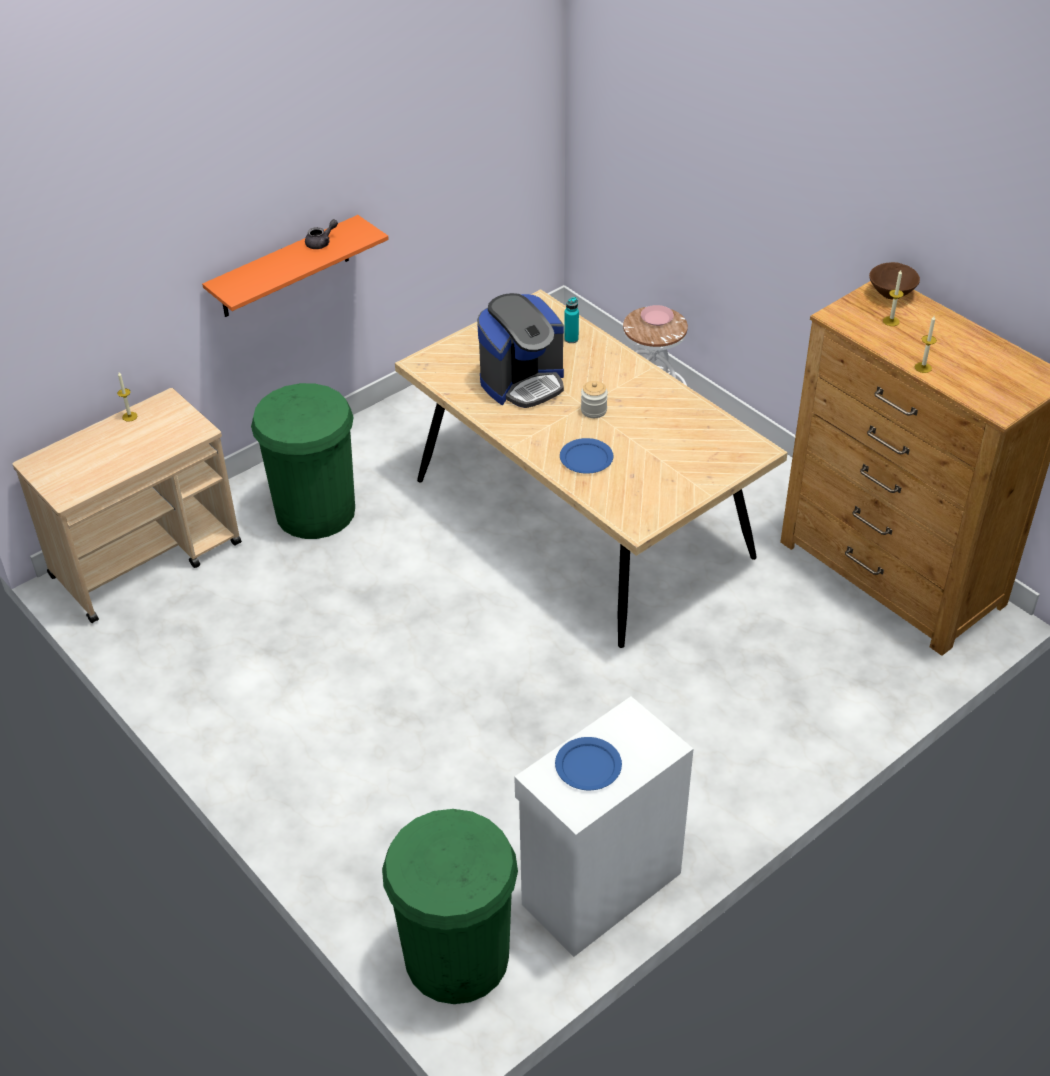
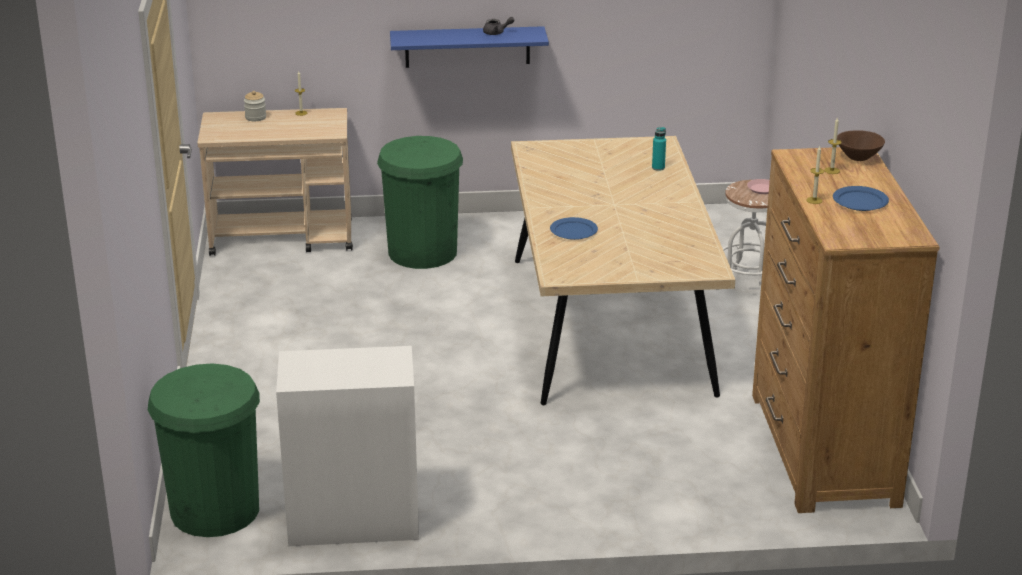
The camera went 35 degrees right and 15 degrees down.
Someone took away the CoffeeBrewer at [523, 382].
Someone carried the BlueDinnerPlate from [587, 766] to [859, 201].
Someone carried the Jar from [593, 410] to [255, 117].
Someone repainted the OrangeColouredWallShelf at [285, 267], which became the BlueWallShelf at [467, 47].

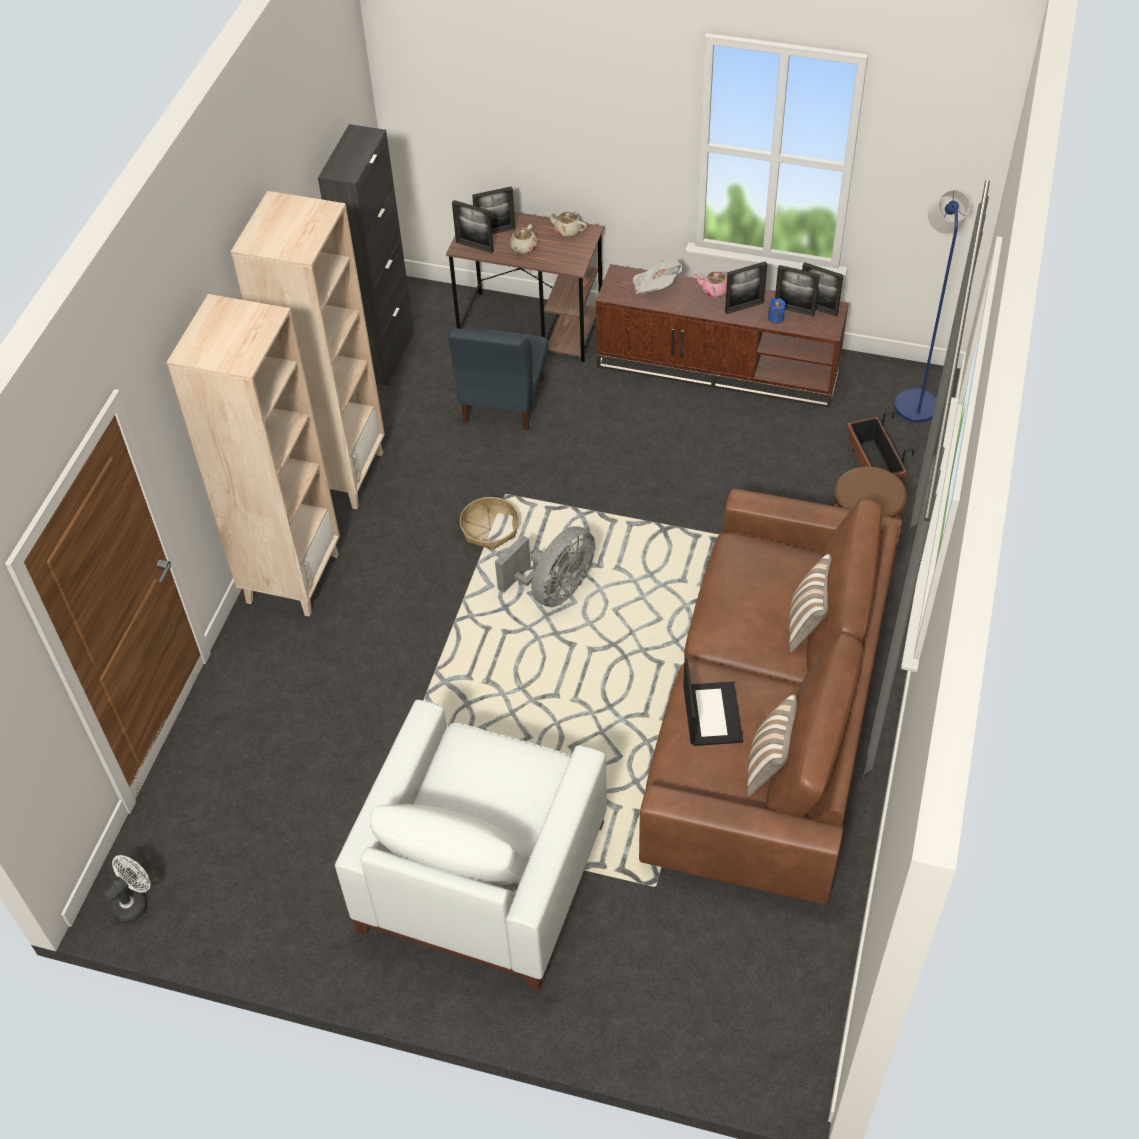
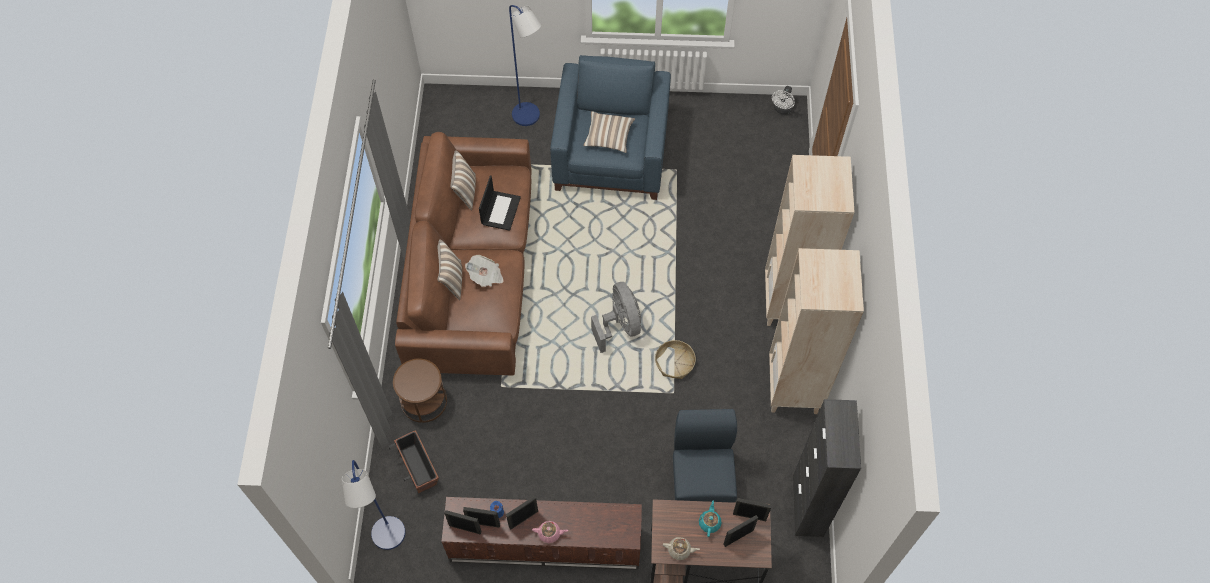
The camera went 165 degrees right and 10 degrees up.
Someone put down the BlueFloorLamp at [529, 118].
Someone put down the ThrowPillow at [609, 137].
Someone carried the PrintedPaper from [655, 286] to [486, 276].
Someone repainted the WhiteEasyChair at [482, 872], which became the BlueEasyChair at [611, 155].
Someone repainted the BeigeColouredTeapot at [523, 248], which became the TurquoiseColouredTeapot at [709, 522].
Someone rotated the GreyElectricFan at [554, 590] by 135 degrees clockwise.
Someone rotated the PortableComputer at [711, 713] by 150 degrees counterclockwise.

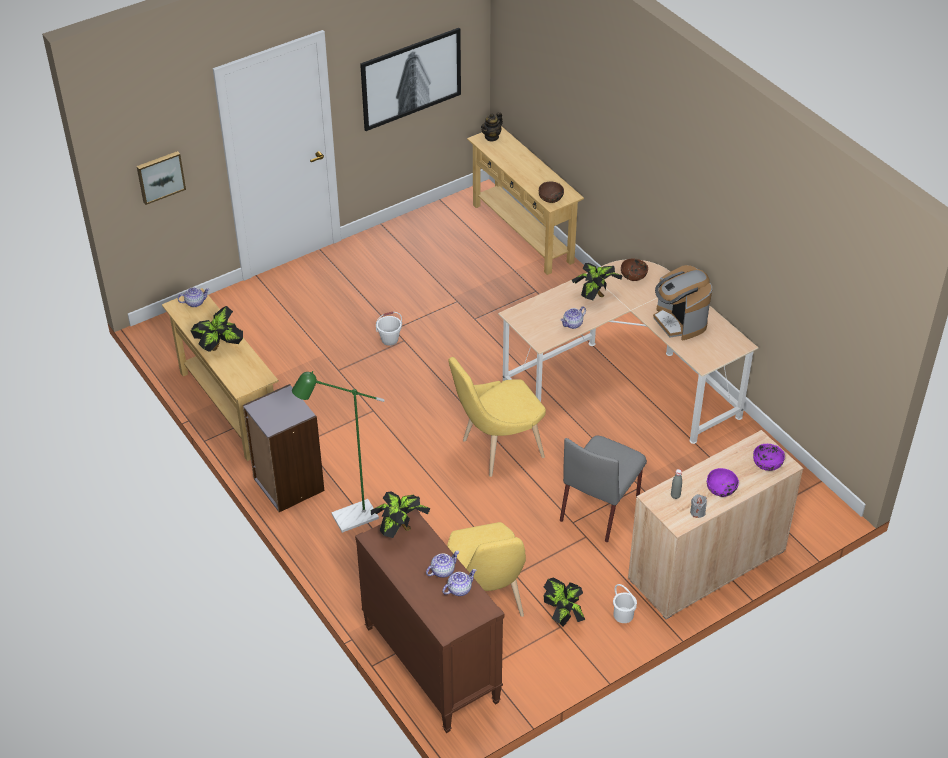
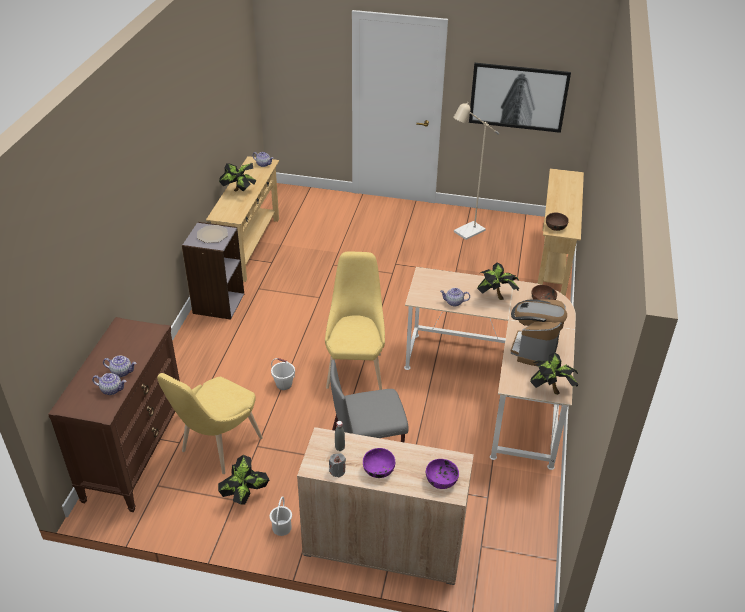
The camera went 45 degrees right and 5 degrees down.
Someone took away the WallPicture at [160, 176].
Someone took away the GreenColouredFloorLamp at [347, 519].
Someone took away the Teapot at [491, 137].
Someone put down the DinnerPlate at [212, 234].
Someone put down the BeigeColouredFloorLamp at [465, 233].
Someone carried the PlantInAPot from [400, 529] to [550, 390].
Someone carried the WhiteWaterBucket from [389, 340] to [283, 384].
Someone rotated the YellowColouredUprightChair at [497, 450] by 75 degrees clockwise.

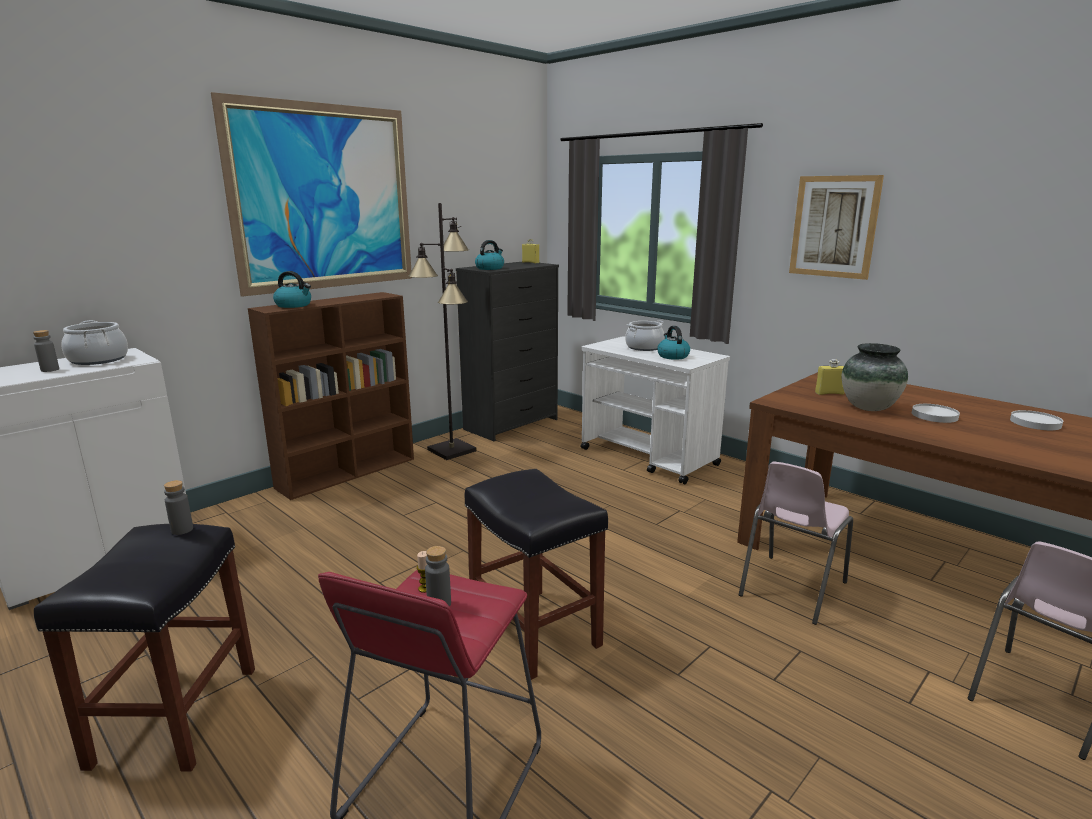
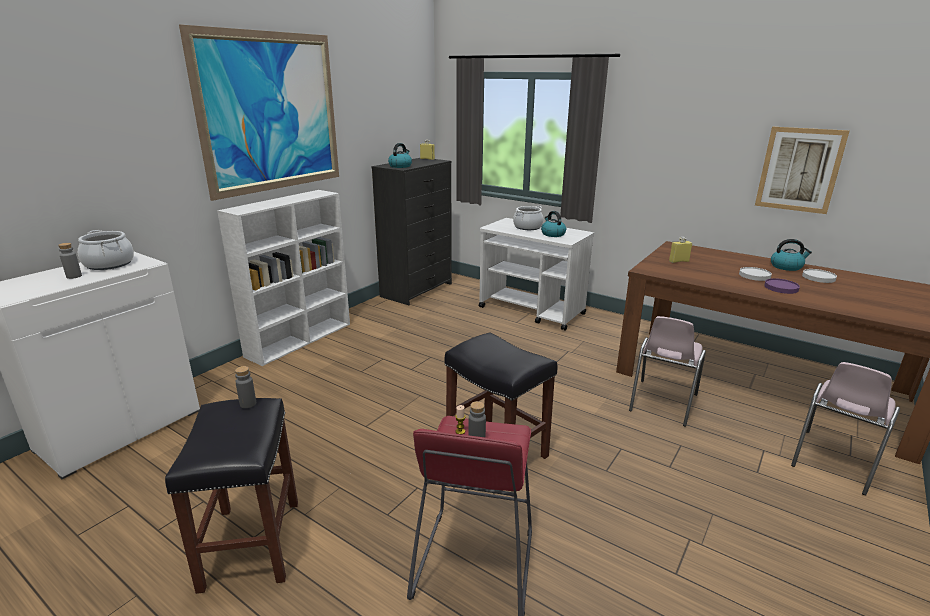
The camera went 10 degrees left and 5 degrees up.
Someone took away the BlackFloorLamp at [452, 450].
Someone took away the DecorativeVase at [868, 408].
Someone put down the PurpleColouredDinnerPlate at [781, 288].
Someone carried the Kettle from [294, 305] to [786, 267].
Someone carried the WallPicture from [834, 227] to [799, 170].
Someone repainted the BrownBookcase at [348, 472], which became the WhiteBookcase at [300, 339].

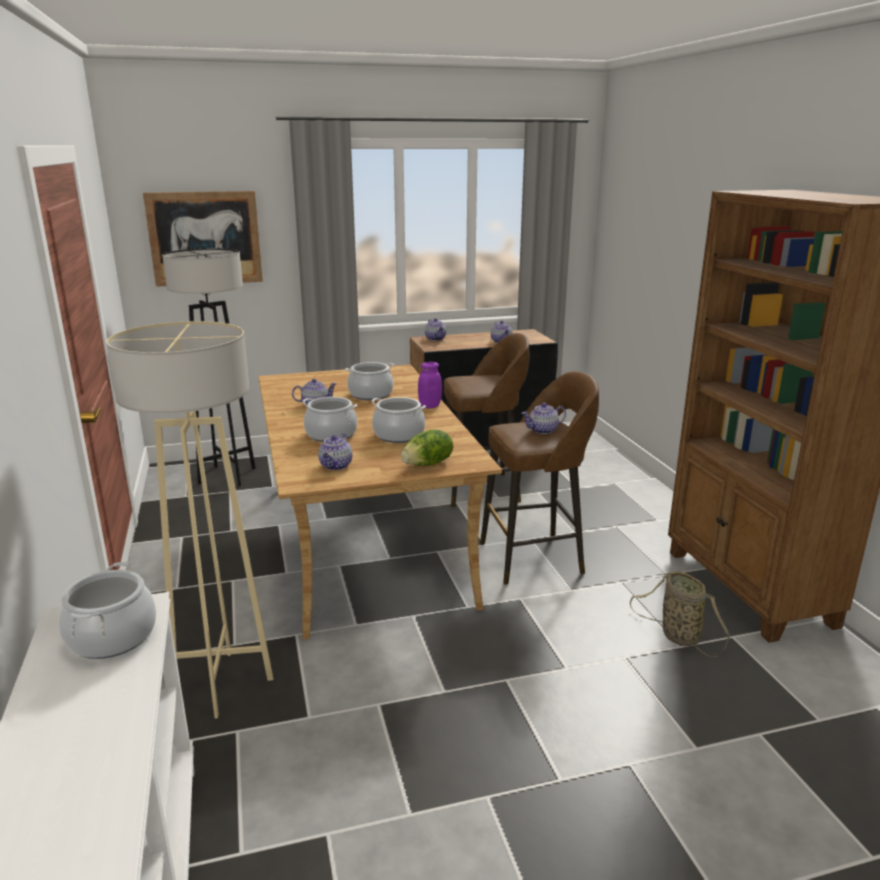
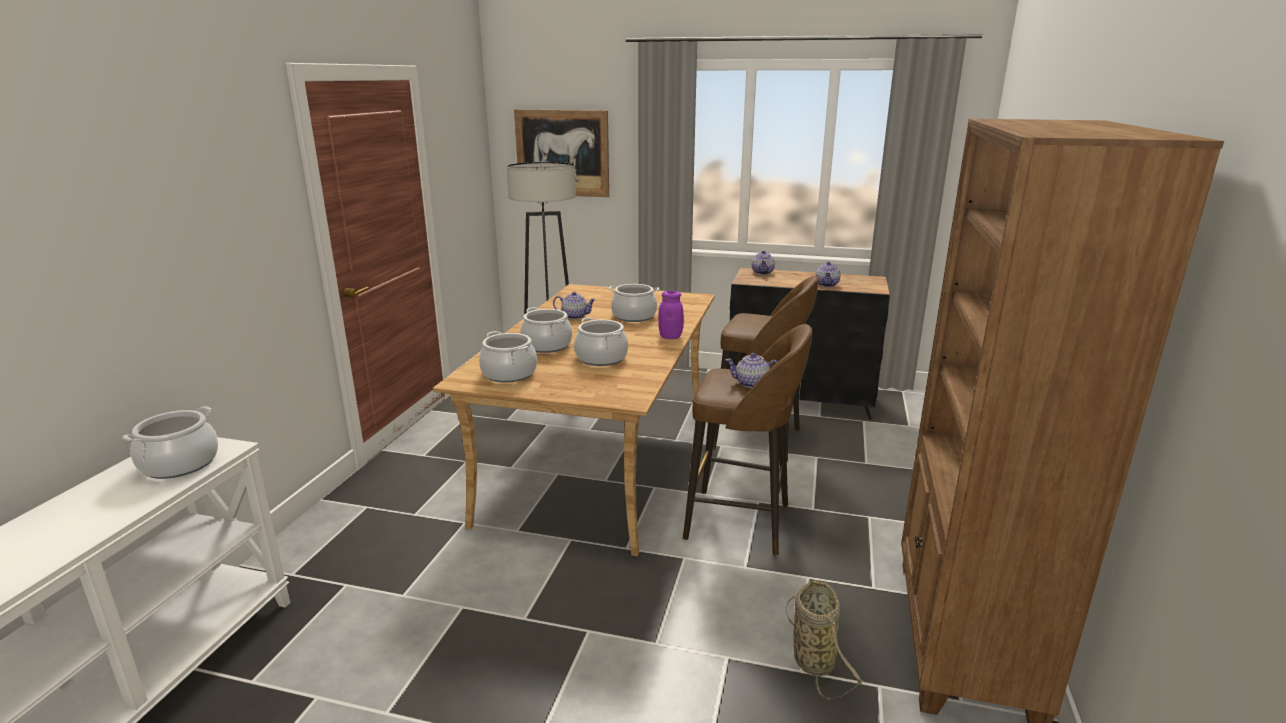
The camera went 30 degrees right and 0 degrees up.
Someone took away the BeigeColouredFloorLamp at [223, 683].
Someone took away the LettuceHead at [428, 464].
Someone swapped the Teapot at [336, 466] for the Stockpot at [509, 374].

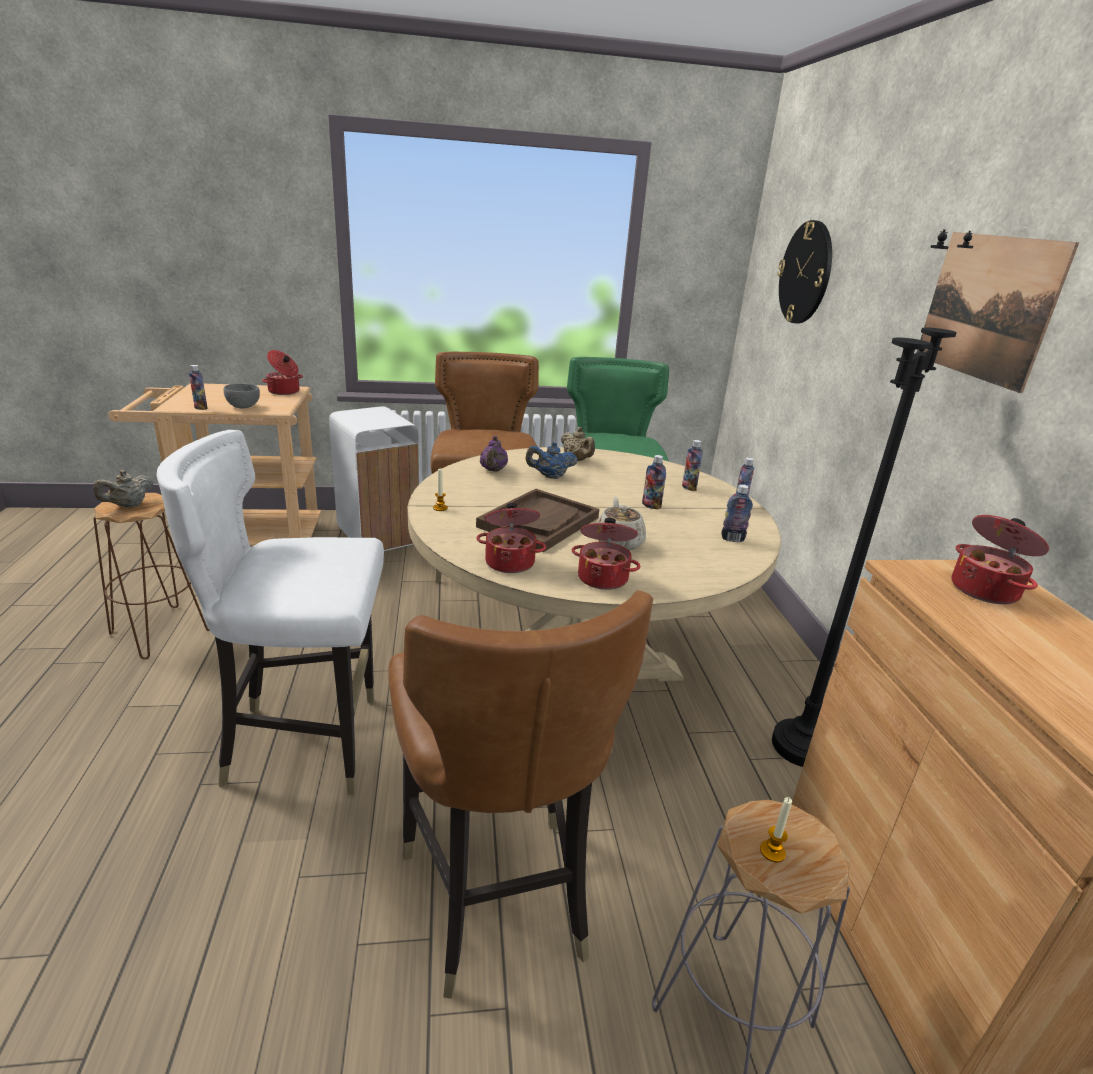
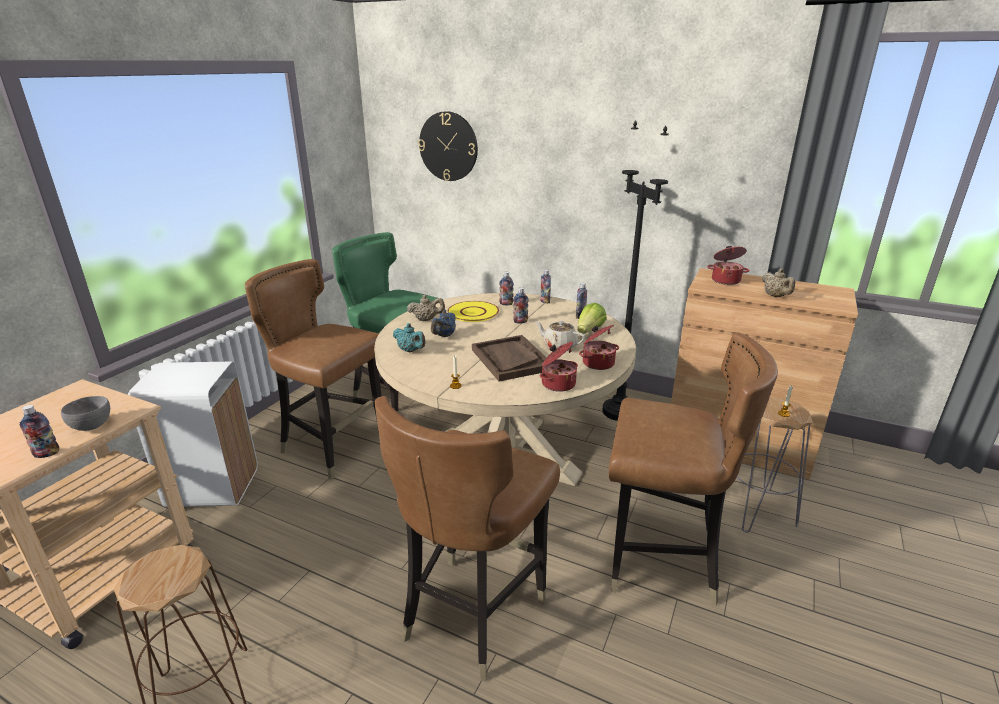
The camera went 55 degrees left and 0 degrees up.
Someone took away the Stockpot at [284, 392].
Someone took away the WallPicture at [986, 307].
Someone put down the YellowColouredDinnerPlate at [473, 312].
Someone put down the LettuceHead at [589, 331].
Someone carried the BeigeColouredTeapot from [128, 505] to [775, 296].
Someone repainted the WhiteUprightChair at [307, 743], which became the BrownUprightChair at [472, 613].
Someone repainted the PurpleColouredTeapot at [493, 470], which became the TurquoiseColouredTeapot at [410, 351].

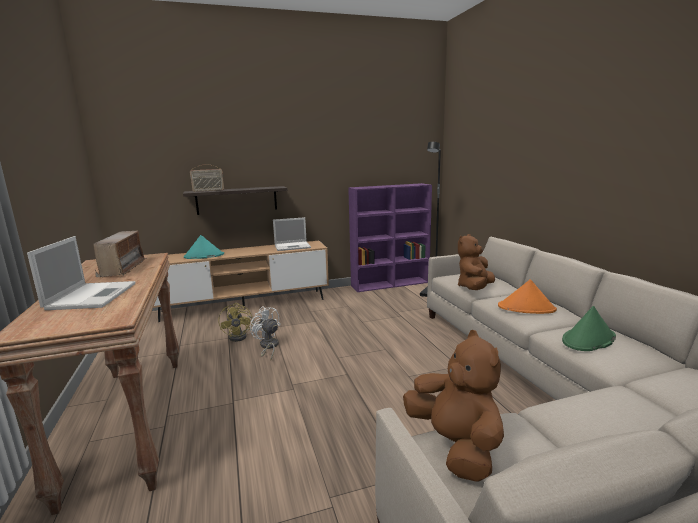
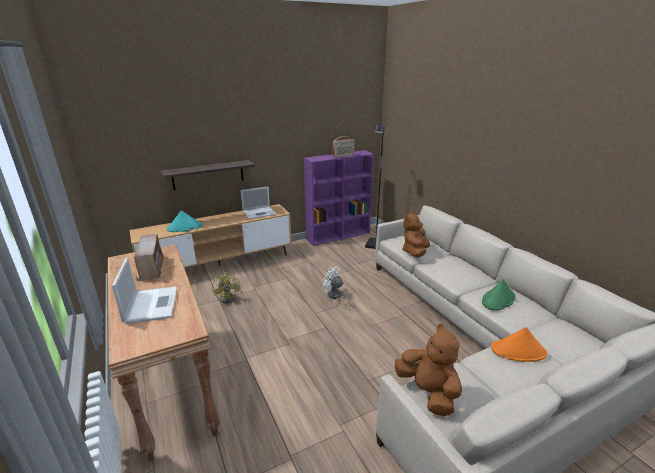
The camera went 10 degrees left and 10 degrees up.
Someone carried the Radio from [208, 191] to [343, 155].
Someone carried the WhiteElectricFan from [268, 347] to [334, 297].
Someone carried the OrangeColouredWearableHat from [526, 308] to [518, 351].

